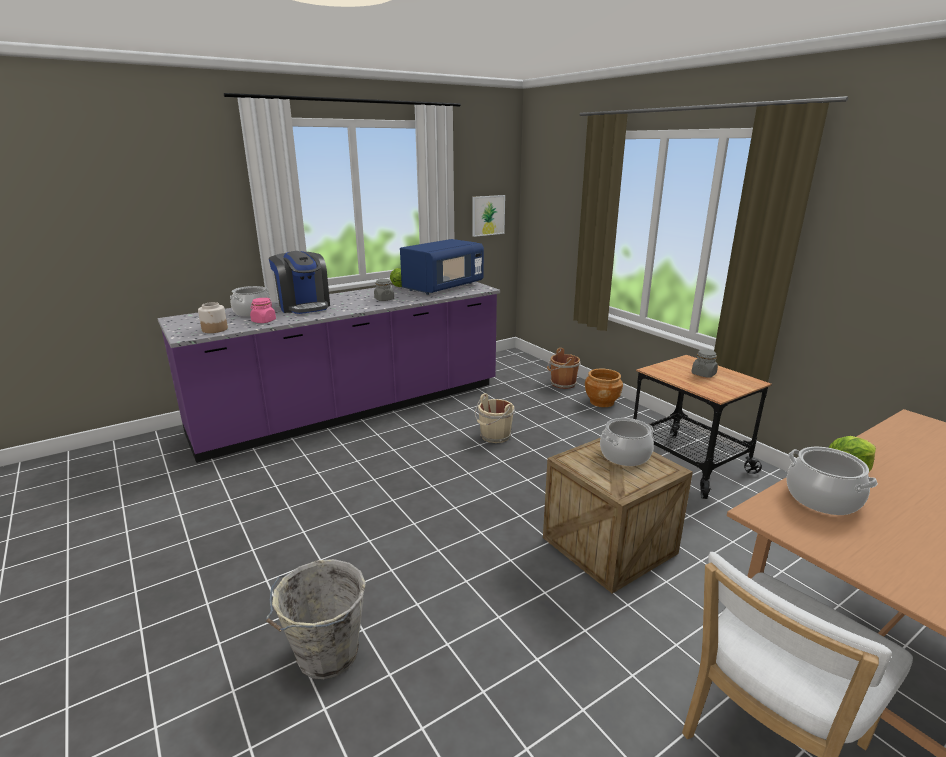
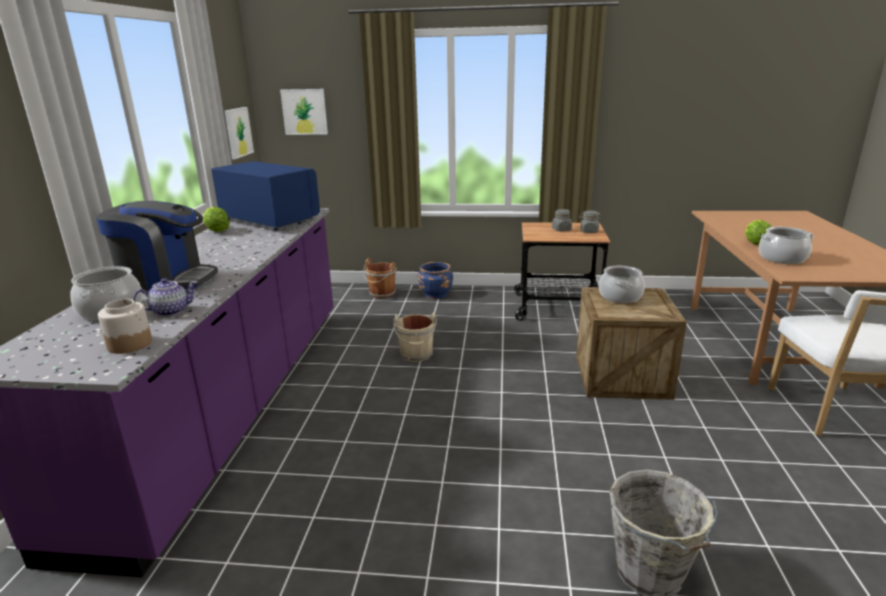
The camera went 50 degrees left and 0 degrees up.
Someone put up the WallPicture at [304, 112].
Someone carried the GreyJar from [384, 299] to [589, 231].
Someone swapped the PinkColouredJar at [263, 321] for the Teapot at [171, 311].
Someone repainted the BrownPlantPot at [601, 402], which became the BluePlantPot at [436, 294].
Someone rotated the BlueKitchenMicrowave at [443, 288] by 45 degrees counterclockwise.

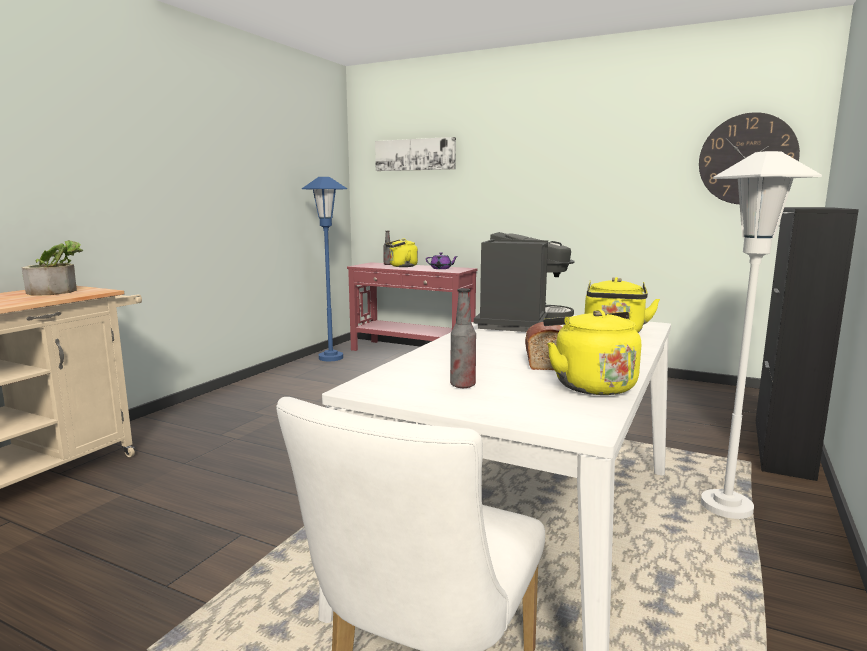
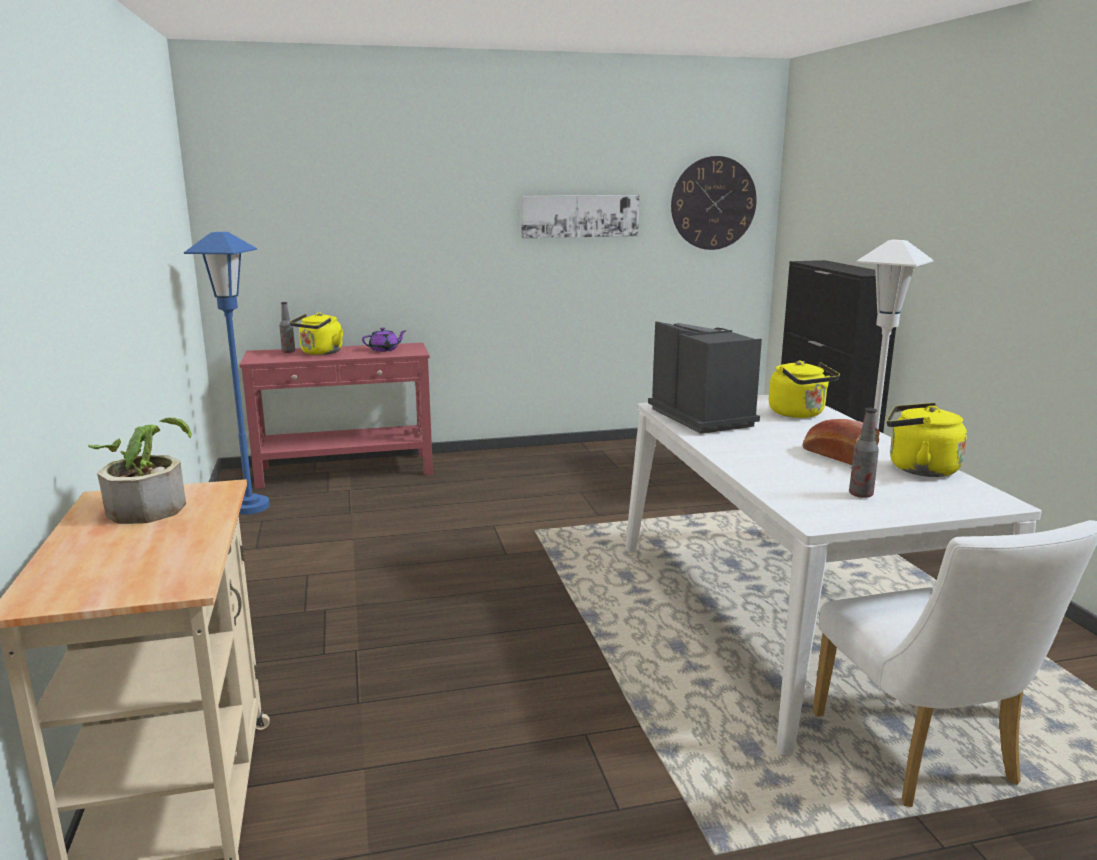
The camera went 40 degrees left and 5 degrees up.
Someone carried the WallPicture from [415, 154] to [579, 216].

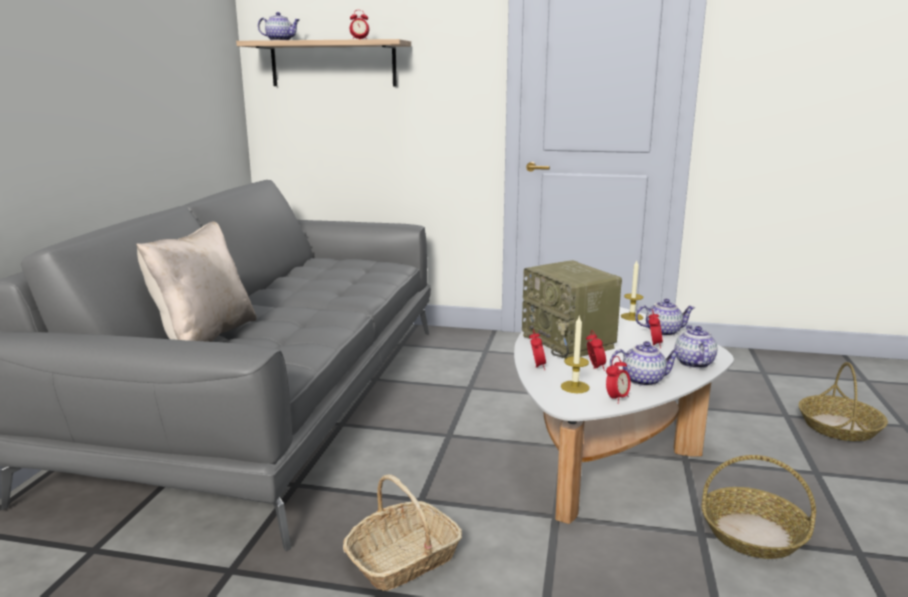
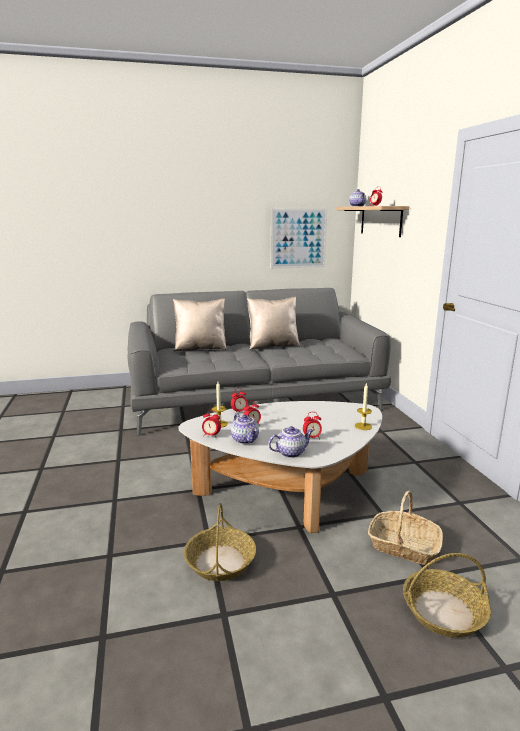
The camera went 65 degrees right and 0 degrees up.
Someone took away the Radio at [569, 342].
Someone took away the Teapot at [663, 332].
Someone put down the BeigeColouredThrowPillow at [272, 346].
Someone put up the WallPicture at [298, 238].
Someone carried the Basket from [403, 559] to [403, 546].

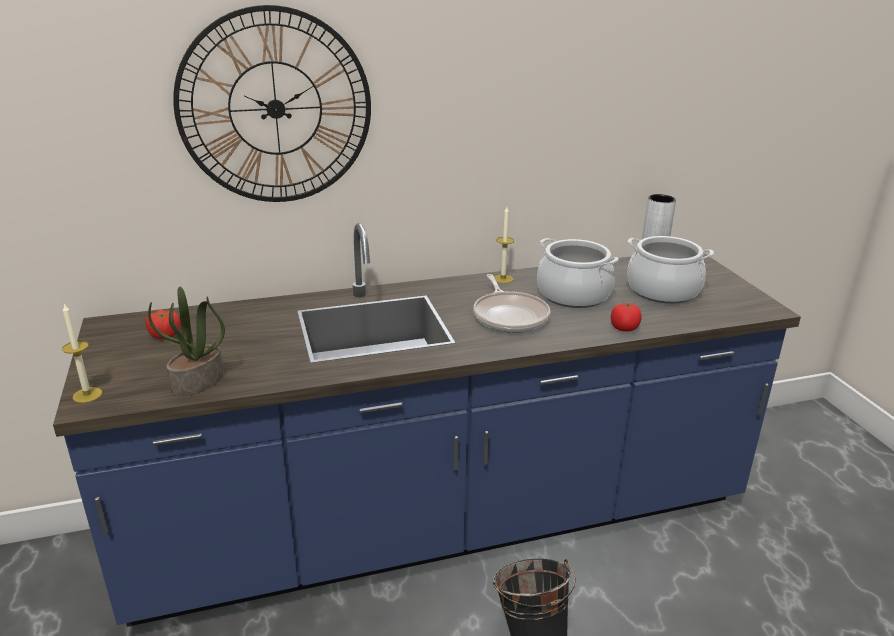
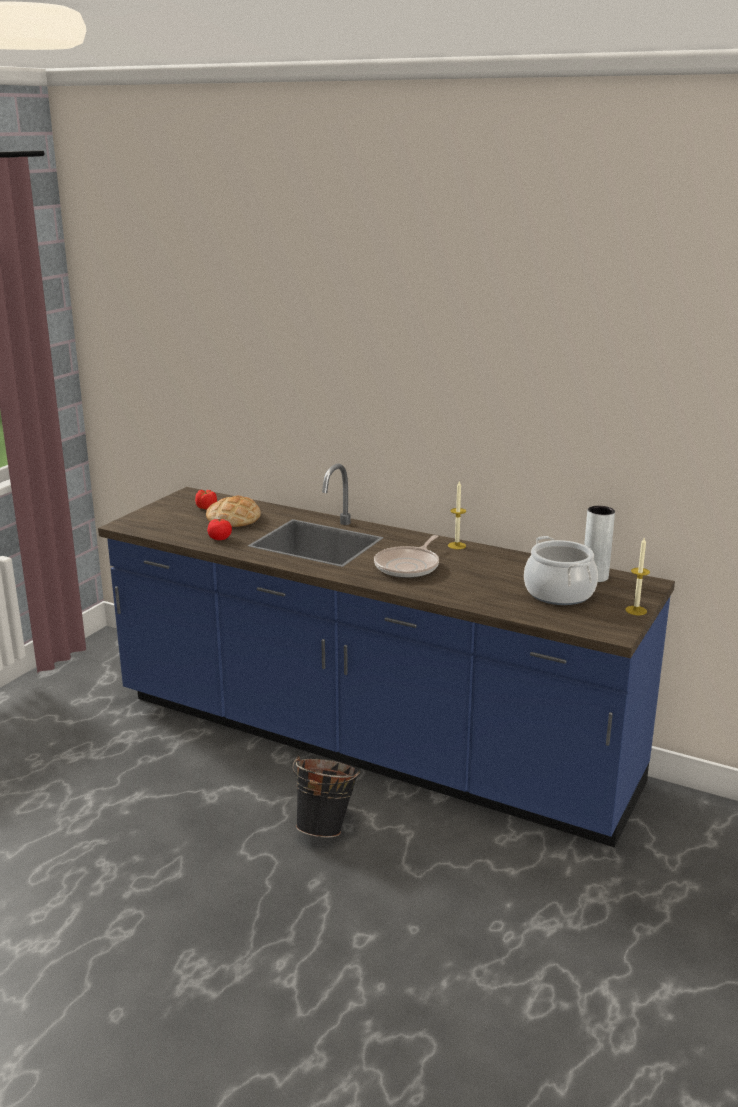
The camera went 45 degrees right and 5 degrees down.
Someone took away the PlantInAPot at [198, 382].
Someone took away the ClockOnTheWall at [275, 108].
Someone took away the Stockpot at [573, 295].
Someone put down the Bread at [234, 519].
Someone carried the WaxCandle from [87, 395] to [636, 610].
Someone carried the WholeTomato from [624, 328] to [220, 538].

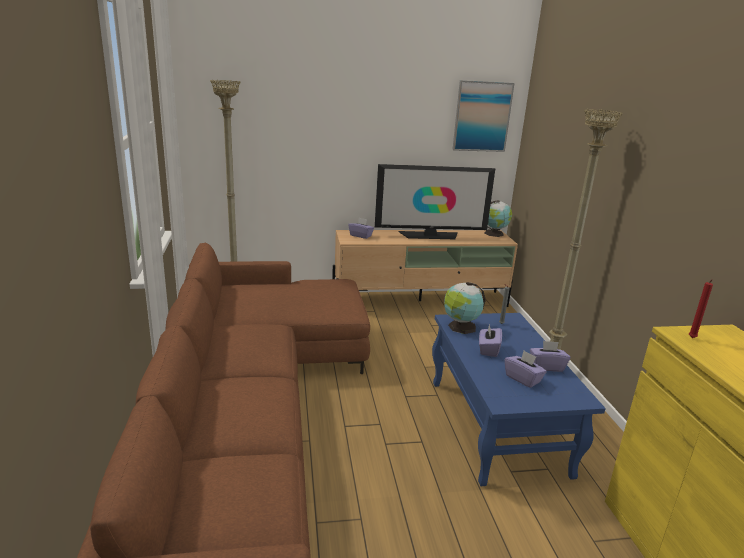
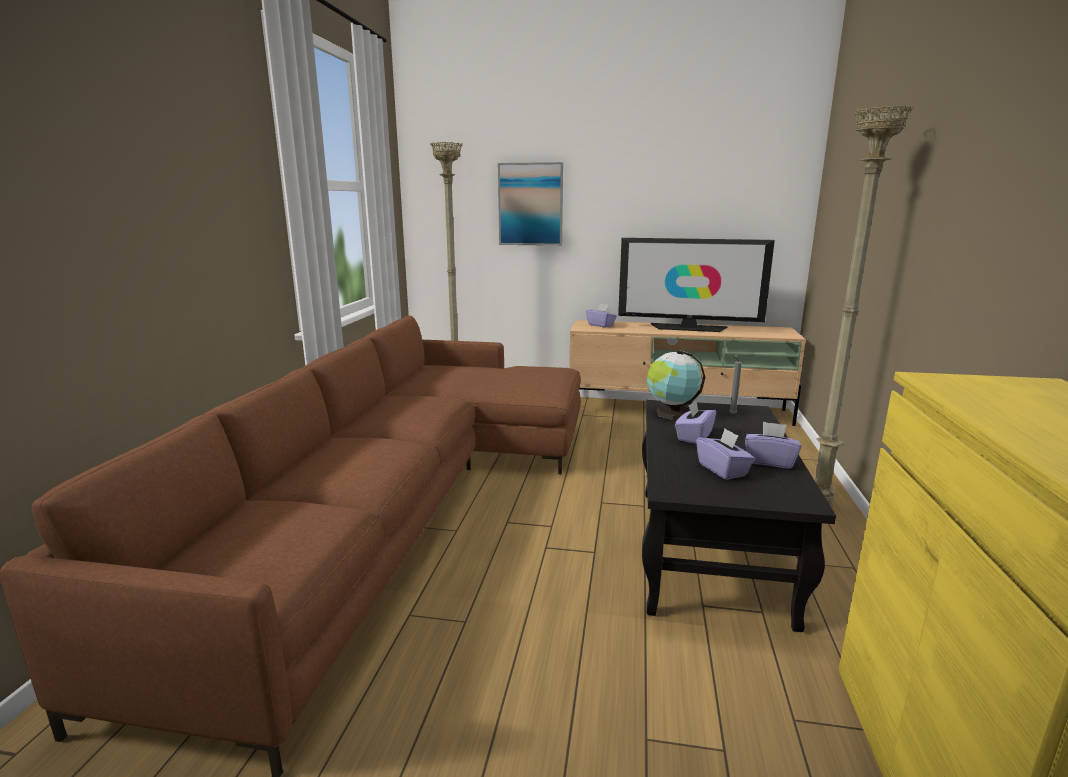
The camera went 20 degrees right and 5 degrees down.
Someone took away the DeskGlobe at [495, 233].
Someone took away the RedColouredWaxCandle at [692, 338].
Someone carried the WallPicture from [482, 116] to [530, 204].
Someone repainted the BlueLowTable at [495, 425], which became the BlackLowTable at [708, 549].

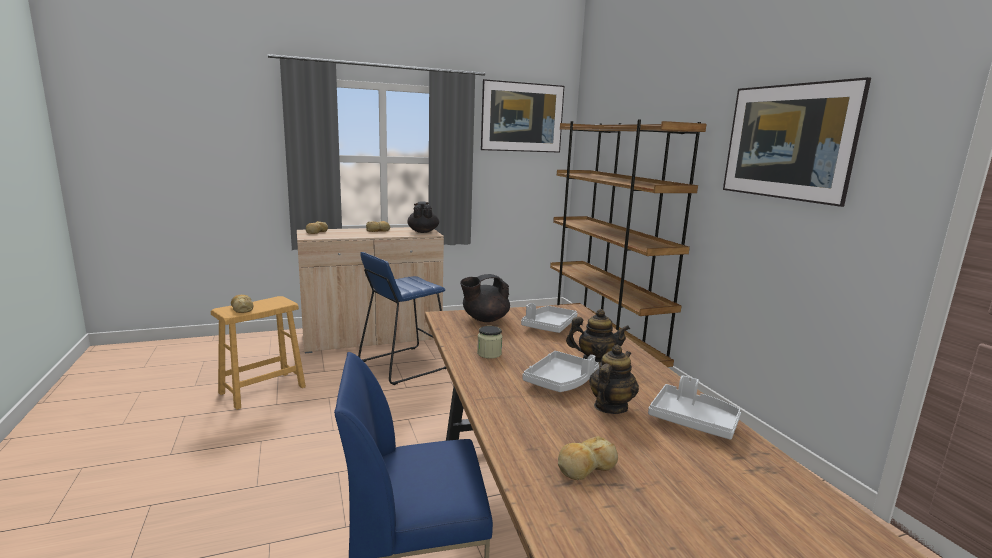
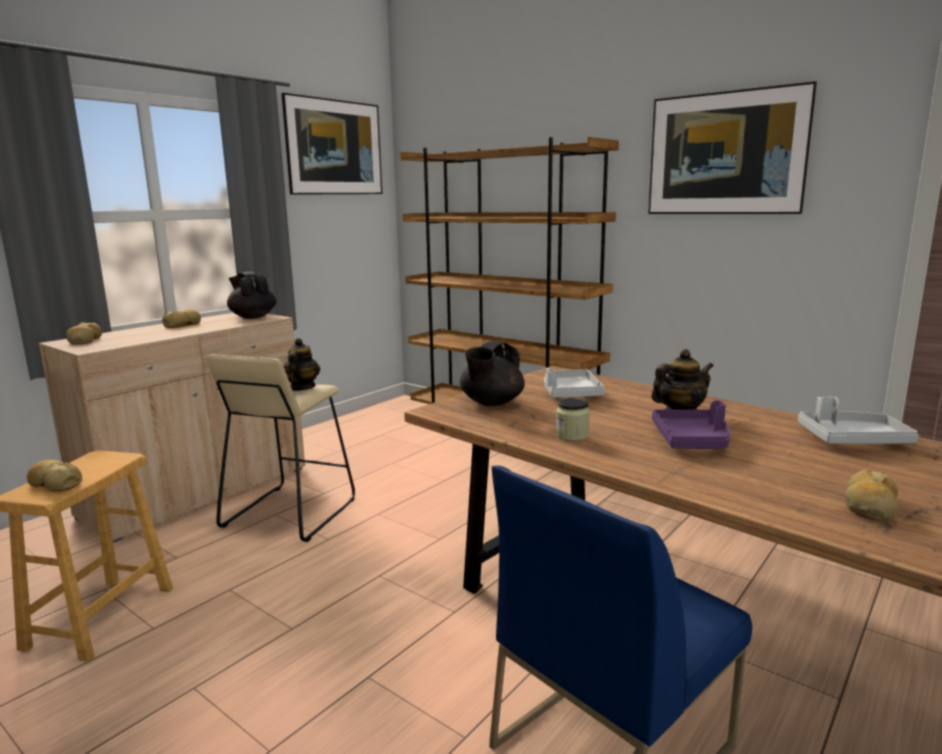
The camera went 30 degrees left and 0 degrees up.
Someone carried the Teapot from [610, 407] to [302, 388].
Someone repainted the BlueSittingStool at [403, 364], which became the BeigeColouredSittingStool at [289, 513].
Someone repainted the GreyTray at [561, 381], which became the PurpleColouredTray at [692, 440].

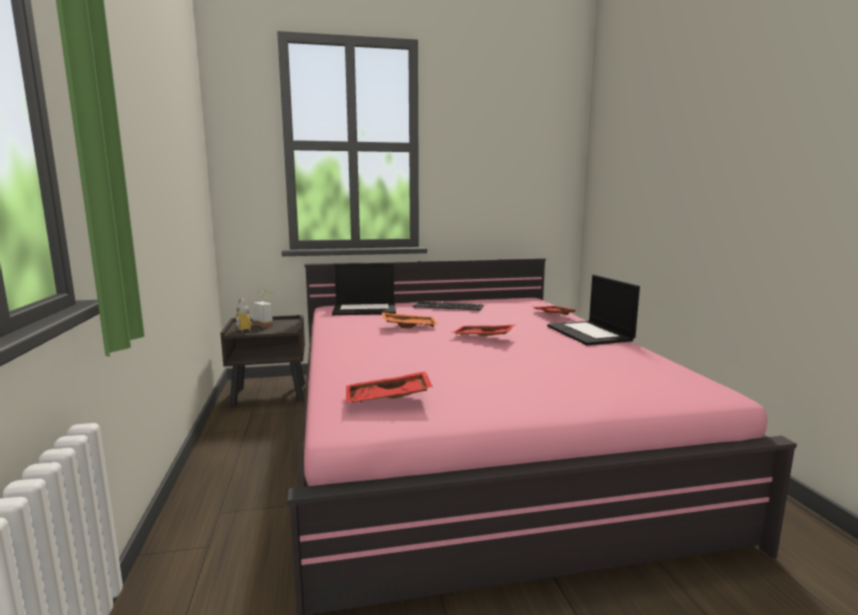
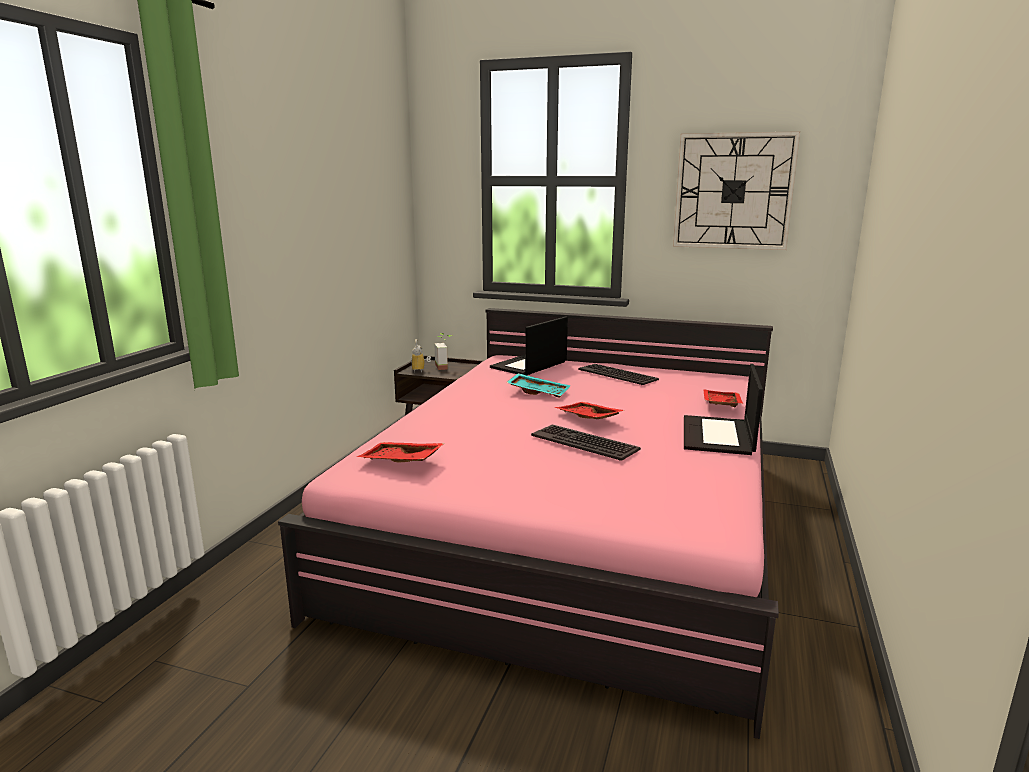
The camera went 30 degrees right and 5 degrees up.
Someone put down the PcKeyboard at [585, 442].
Someone put up the ClockOnTheWall at [733, 191].
Someone repainted the OrangeColouredTray at [409, 326], which became the TurquoiseColouredTray at [538, 392].
Someone rotated the PortableComputer at [365, 309] by 105 degrees clockwise.

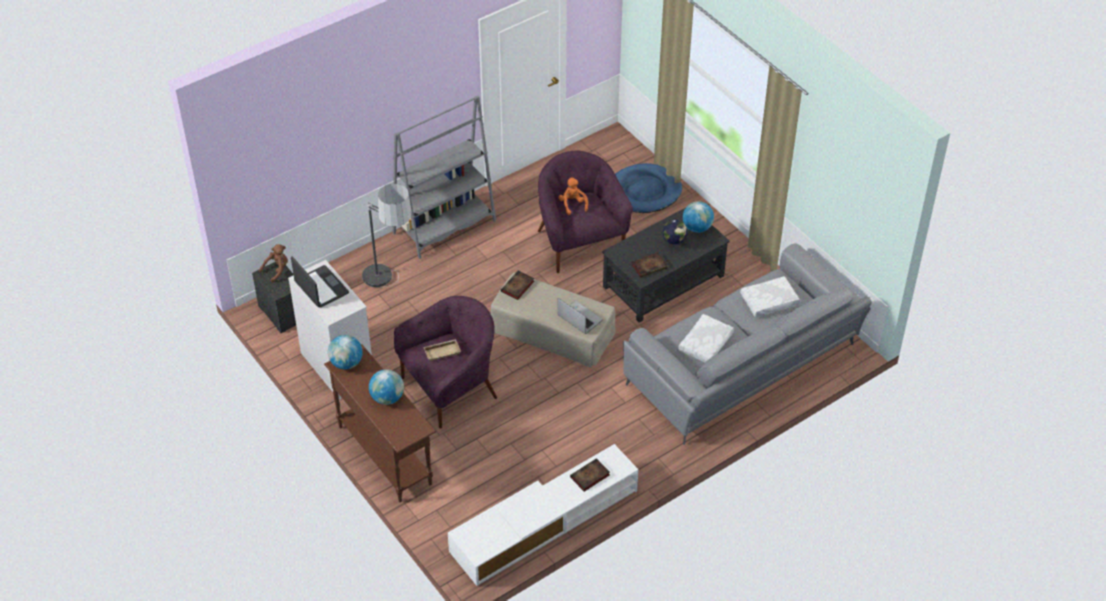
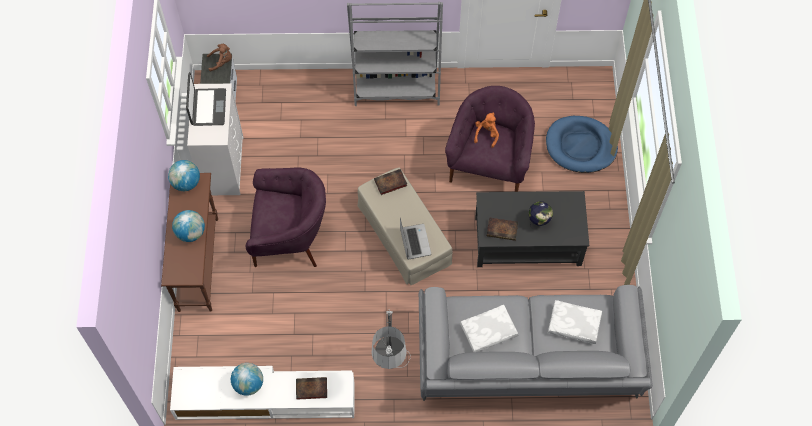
The camera went 35 degrees right and 15 degrees up.
Someone took away the BeigeColouredTray at [442, 351].
Someone carried the FloorLamp from [391, 291] to [391, 374].
Someone carried the DeskGlobe from [697, 228] to [248, 384].

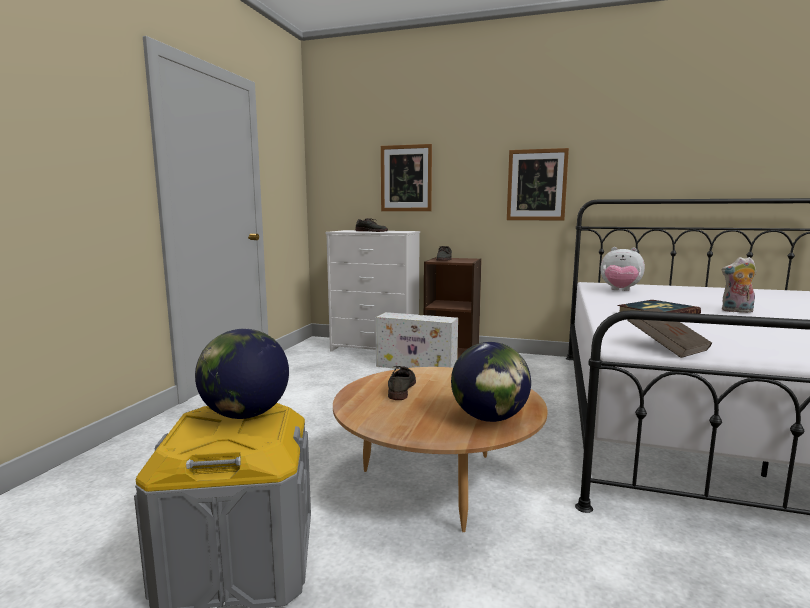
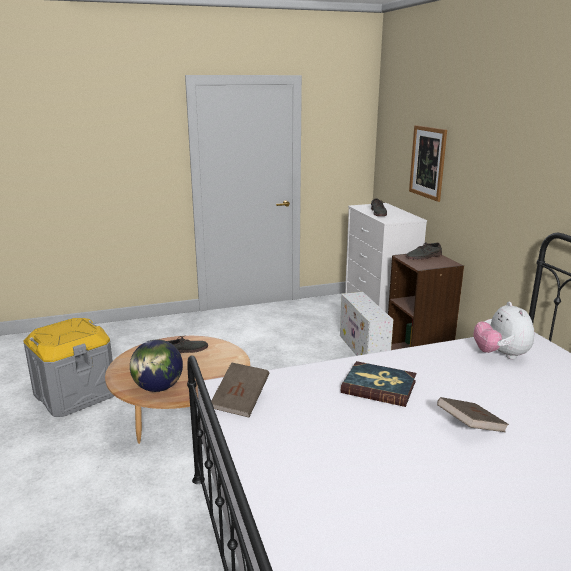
The camera went 55 degrees right and 10 degrees up.
Someone took away the DeskGlobe at [246, 415].
Someone took away the WallPicture at [536, 185].
Someone swapped the PlushToy at [736, 311] for the BrownBook at [470, 427].

